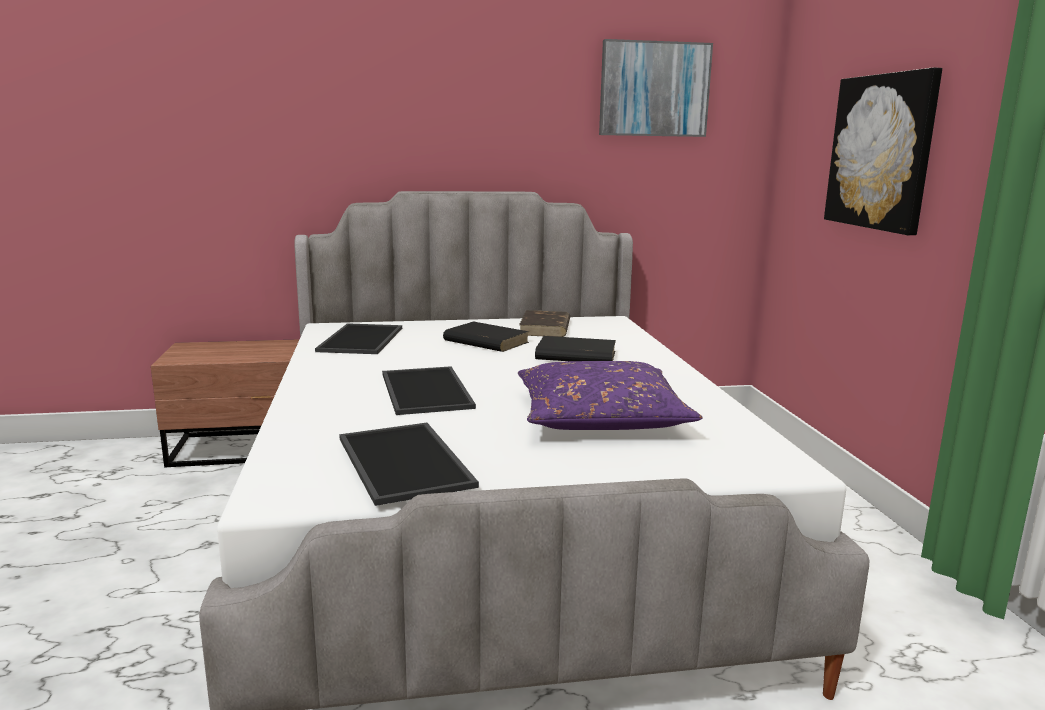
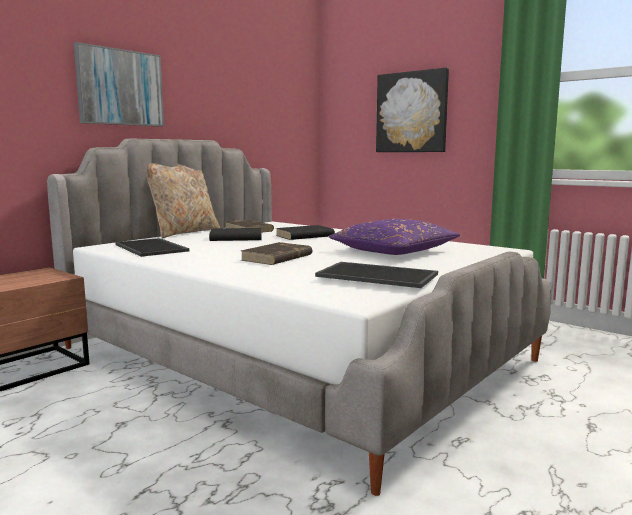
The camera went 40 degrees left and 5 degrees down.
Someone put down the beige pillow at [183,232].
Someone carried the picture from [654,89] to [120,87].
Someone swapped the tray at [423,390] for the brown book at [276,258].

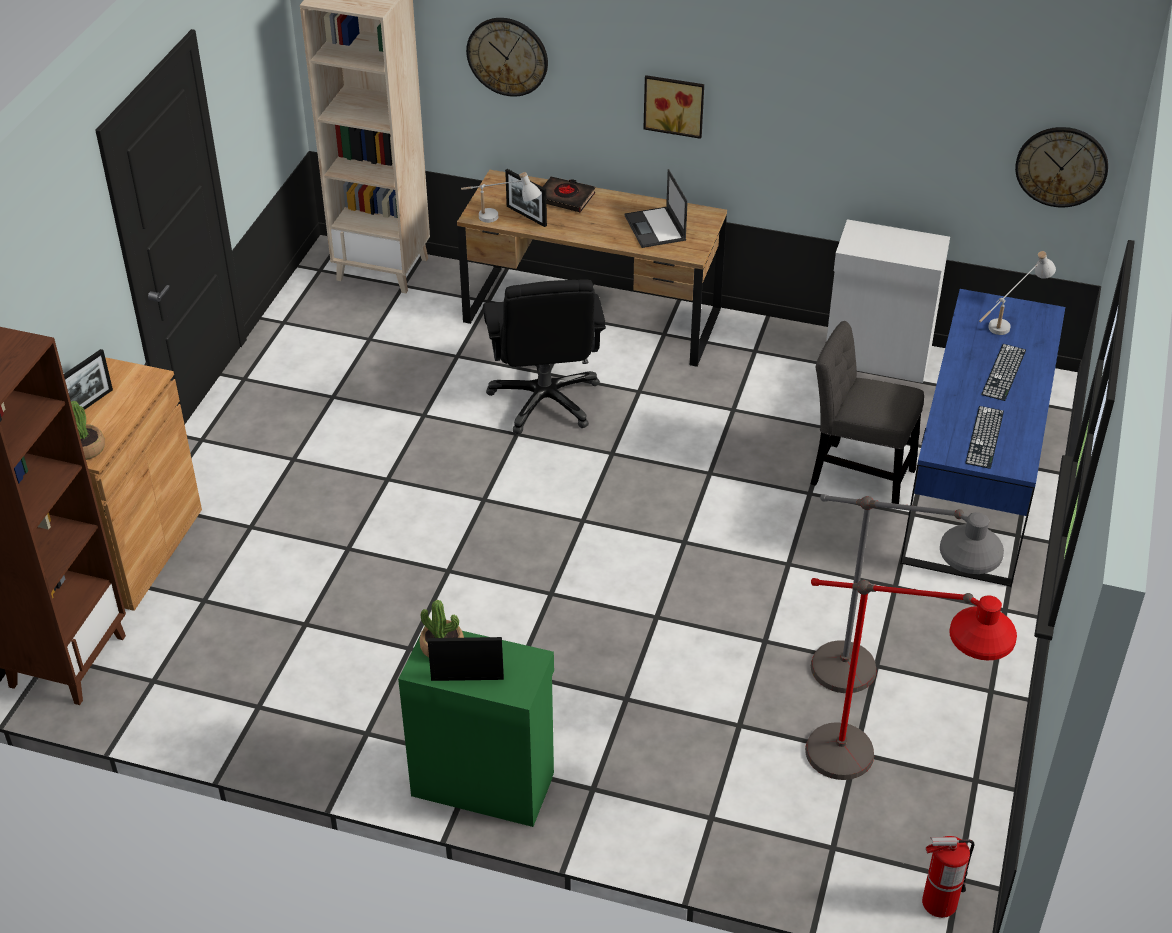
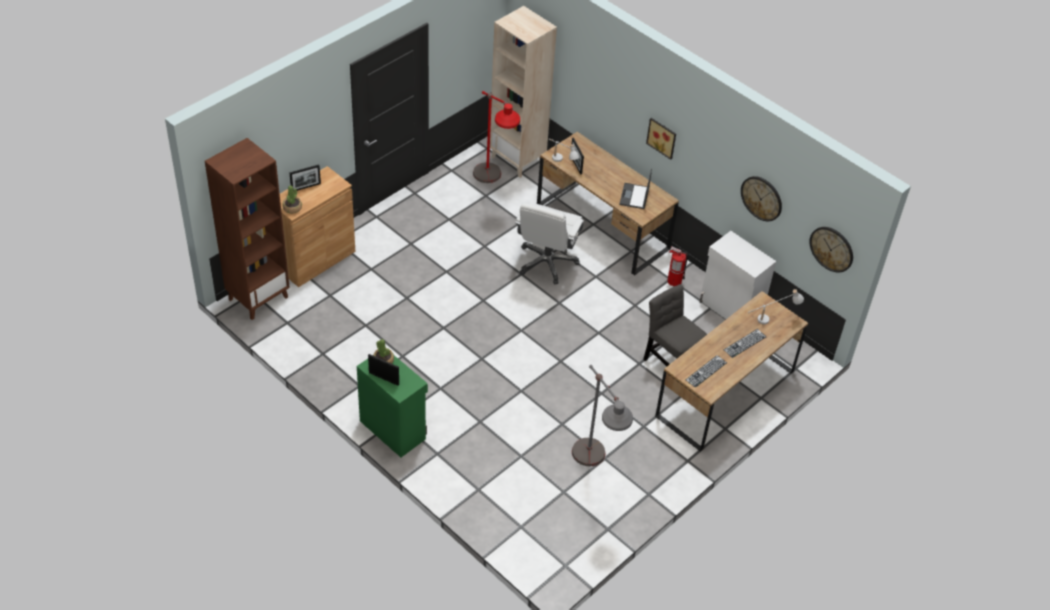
The camera went 25 degrees right and 5 degrees up.
Someone took away the black book at [565,198].
Someone carried the wall clock from [507,56] to [761,198].
Someone carried the red floor lamp from [879,779] to [493,186].
Someone carried the fire extinguisher from [939,903] to [674,281].
Someone repainted the black office chair at [545,400], which became the white office chair at [547,262].
Someone repainted the blue desk at [973,483], which became the brown desk at [725,393].

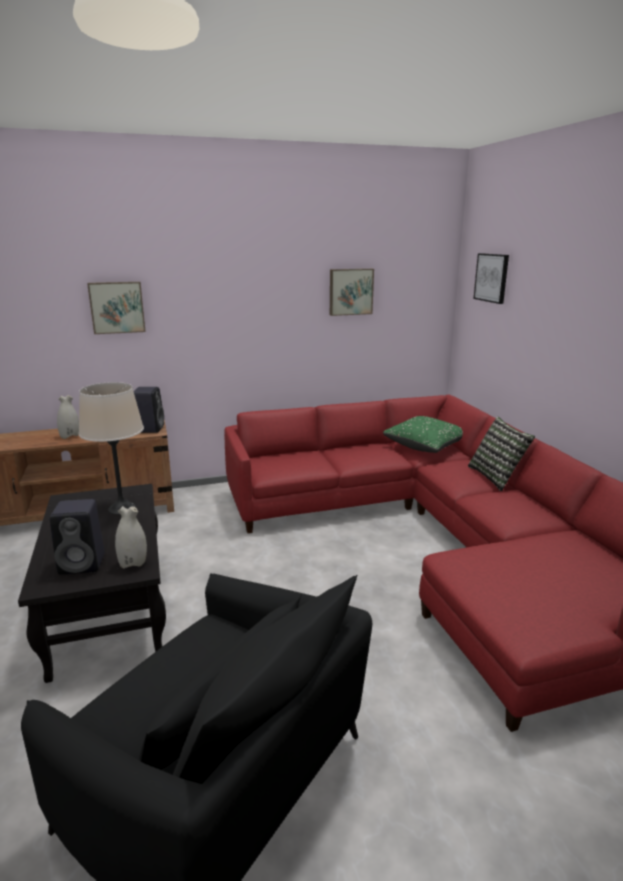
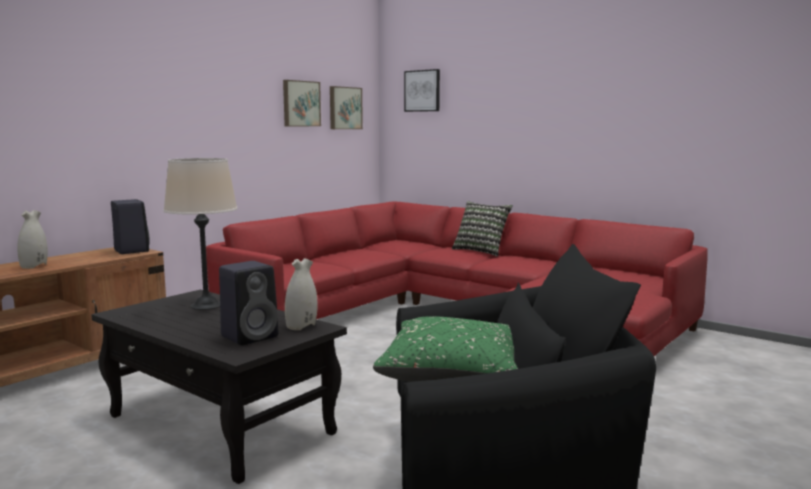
The camera went 35 degrees left and 10 degrees down.
Someone carried the picture from [117,307] to [344,108].
Someone carried the green pillow from [427,445] to [453,375].

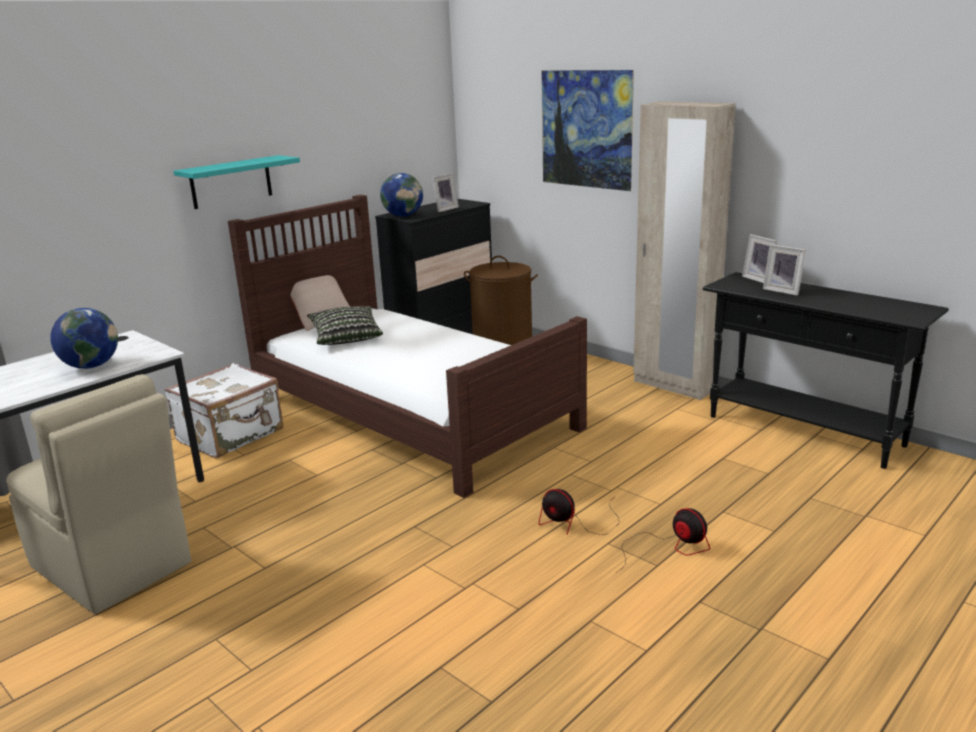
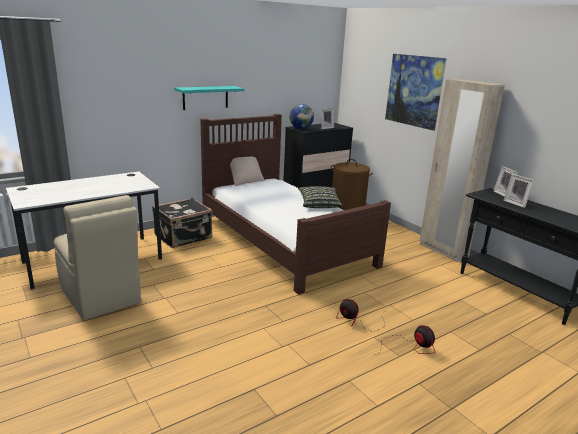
The camera went 10 degrees right and 0 degrees up.
Someone took away the globe at [91,366].
Someone carried the pillow from [346,337] to [319,204].
Someone repainted the white suitcase at [232,436], which became the black suitcase at [184,237].

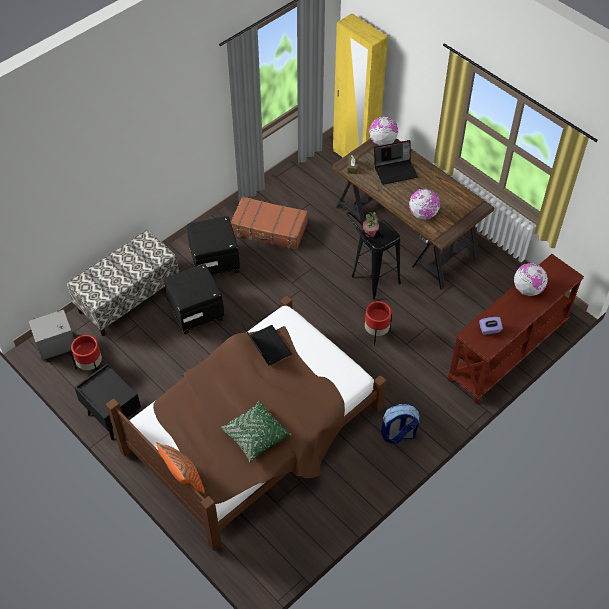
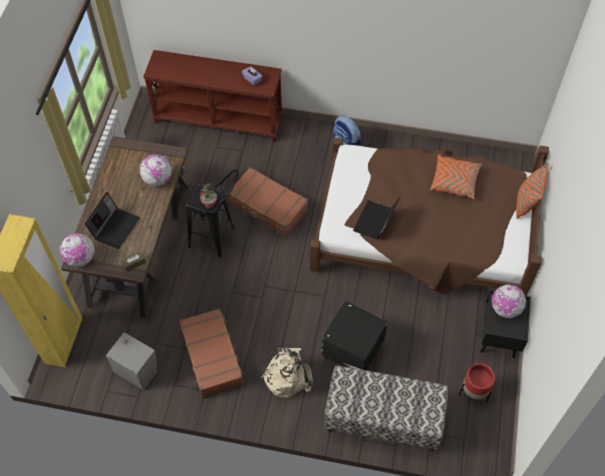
The camera went 125 degrees left and 5 degrees up.
Someone carried the grey speaker from [58,347] to [136,369].
Someone carried the globe from [527,289] to [505,309].
Someone swapped the black ottoman at [214,263] for the beige backpack at [287,375].
Someone swapped the red planter at [376,333] for the brown suitcase at [268,207].
Someone repainted the green pillow at [255,436], which became the orange pillow at [454,181].
Someone rotated the laptop at [395,170] by 75 degrees clockwise.

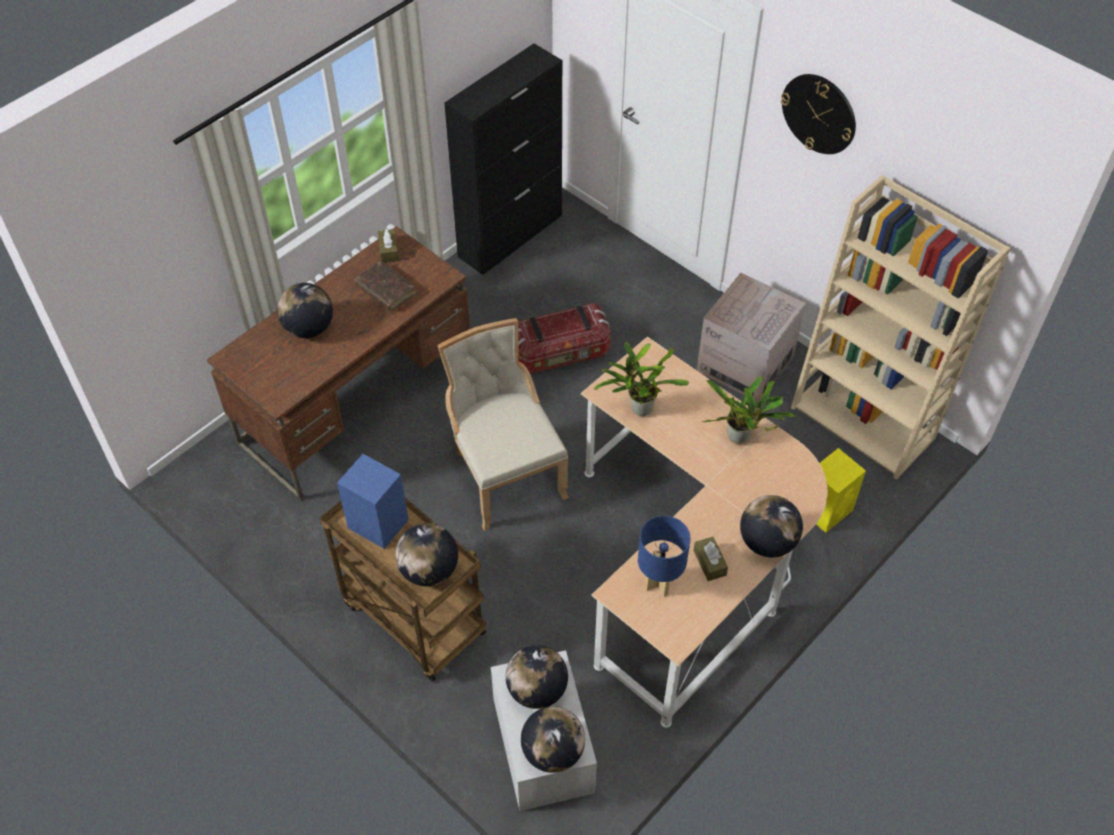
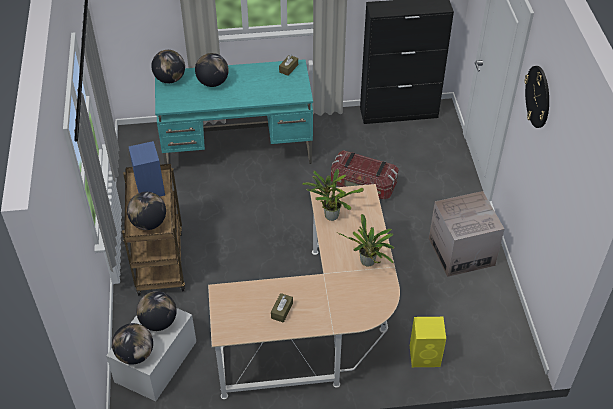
The camera went 40 degrees right and 5 degrees down.
Someone took away the brown book at [386,290].
Someone took away the beige chair at [505,473].
Someone took away the blue table lamp at [659,583].
Someone took away the beige bookcase at [864,423].
Someone carried the globe from [767,542] to [170,79].
Someone repainted the brown desk at [358,403], which became the turquoise desk at [238,148].

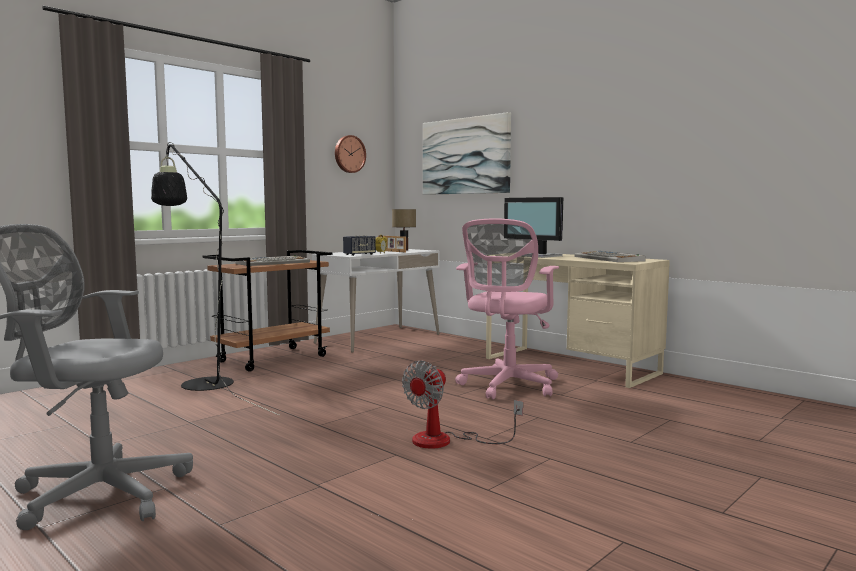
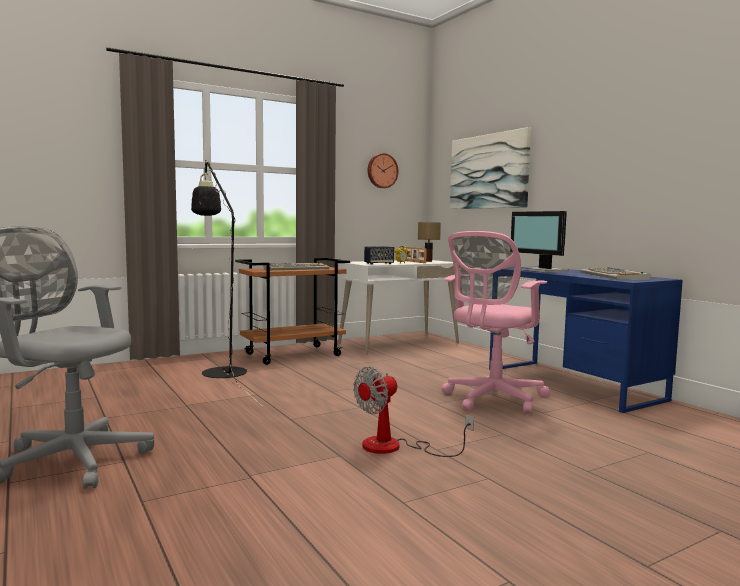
The camera went 15 degrees right and 0 degrees up.
Someone repainted the beige desk at [570,366], which became the blue desk at [572,384].

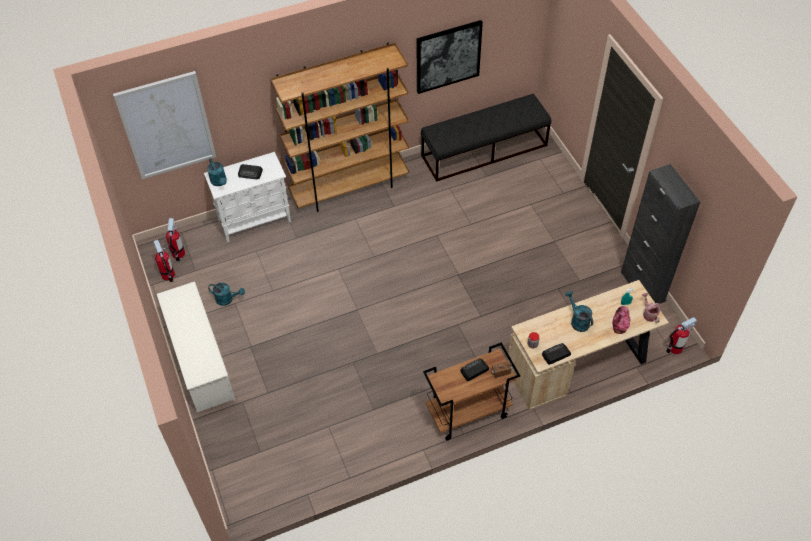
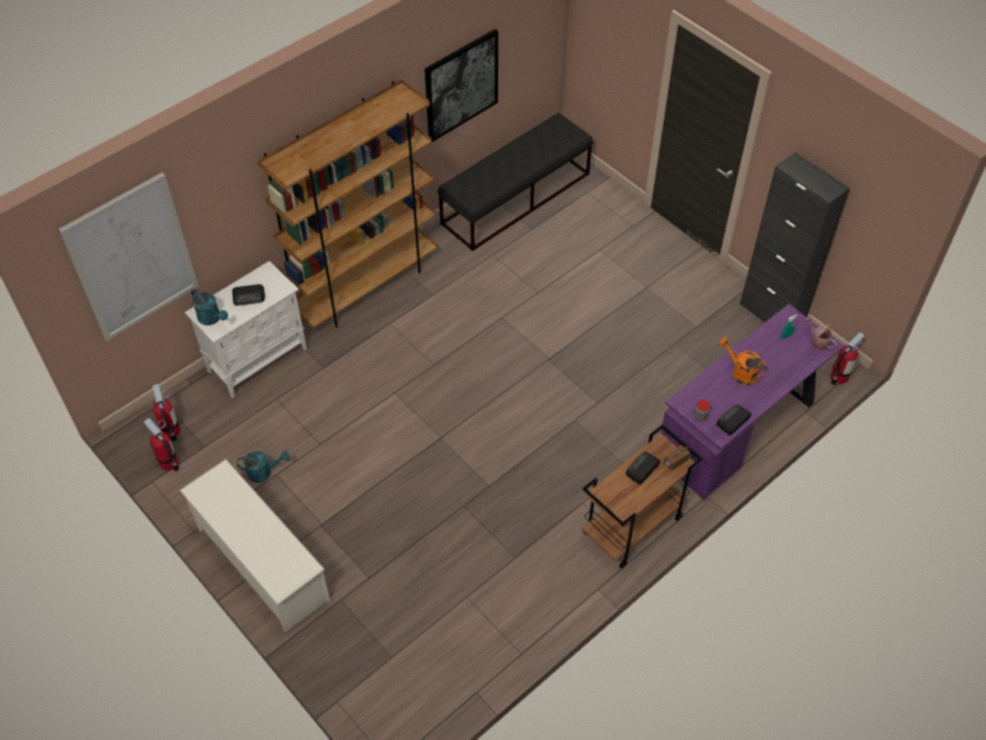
The camera went 20 degrees left and 0 degrees up.
Someone took away the cap at [621,321].
Someone repainted the beige desk at [579,365], which became the purple desk at [740,429].
Someone repainted the turquoise watering can at [577,320], which became the orange watering can at [740,372].

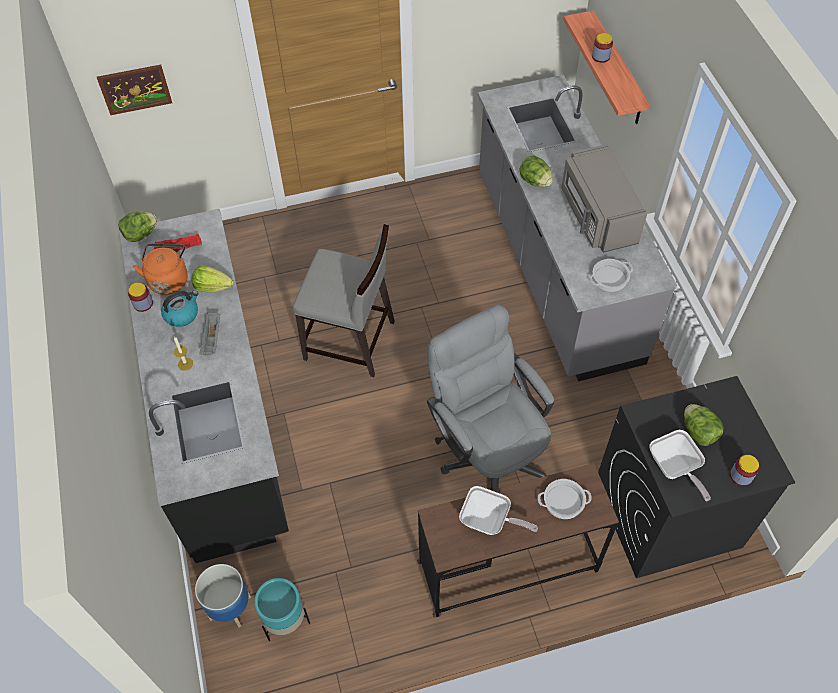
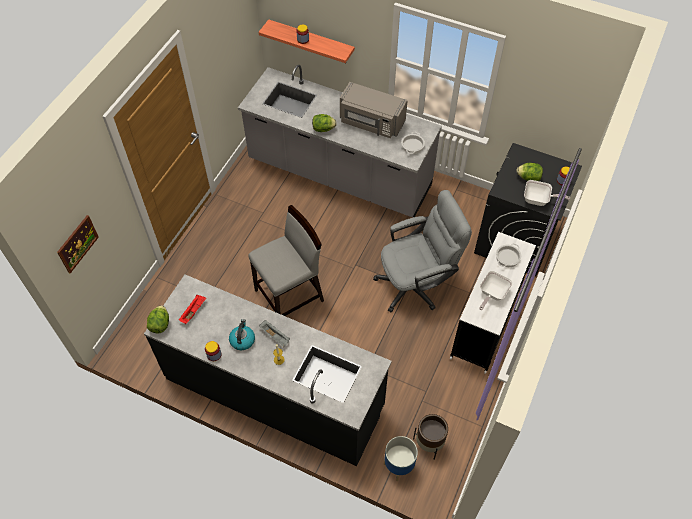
The camera went 50 degrees left and 0 degrees up.
Someone took away the orange kettle at [168,279].
Someone took away the lettuce at [212,286].
Someone repainted the turquoise planter at [285,620], which became the brown planter at [429,444].
Someone repainted the brown desk at [508,566], which became the white desk at [486,322].
Someone rotated the grey office chair at [487,451] by 150 degrees clockwise.
Someone rotated the frying pan at [489,521] by 150 degrees clockwise.

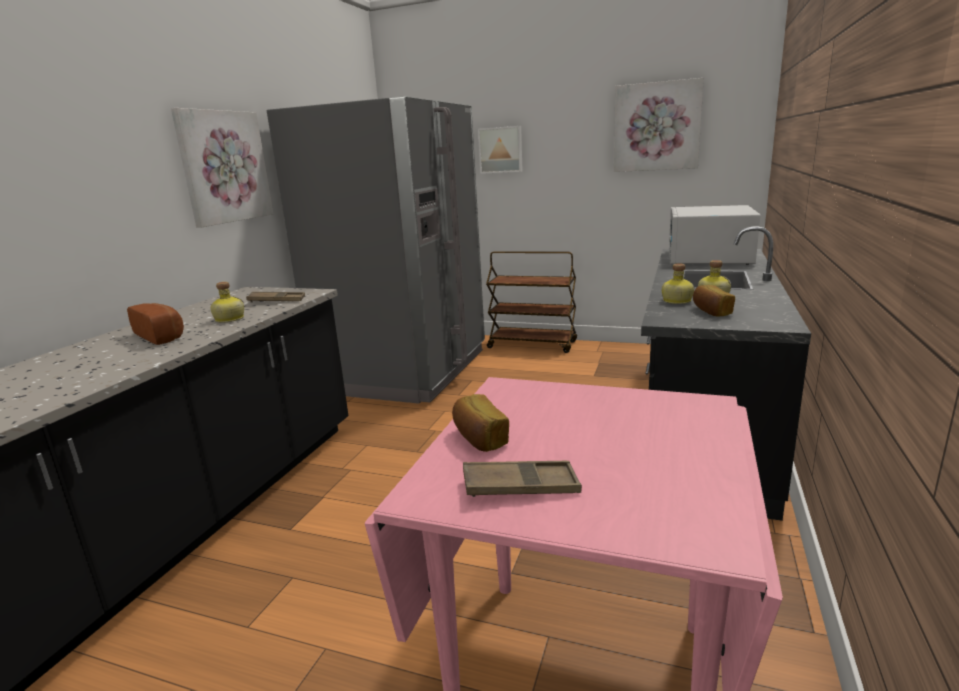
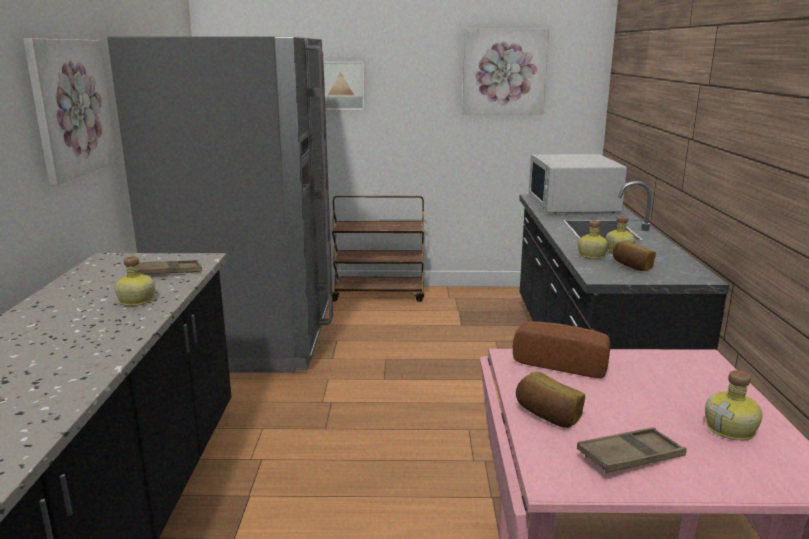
The camera went 20 degrees left and 0 degrees up.
Someone put down the bottle at [731,429].
Someone carried the bread from [162,336] to [561,363].

